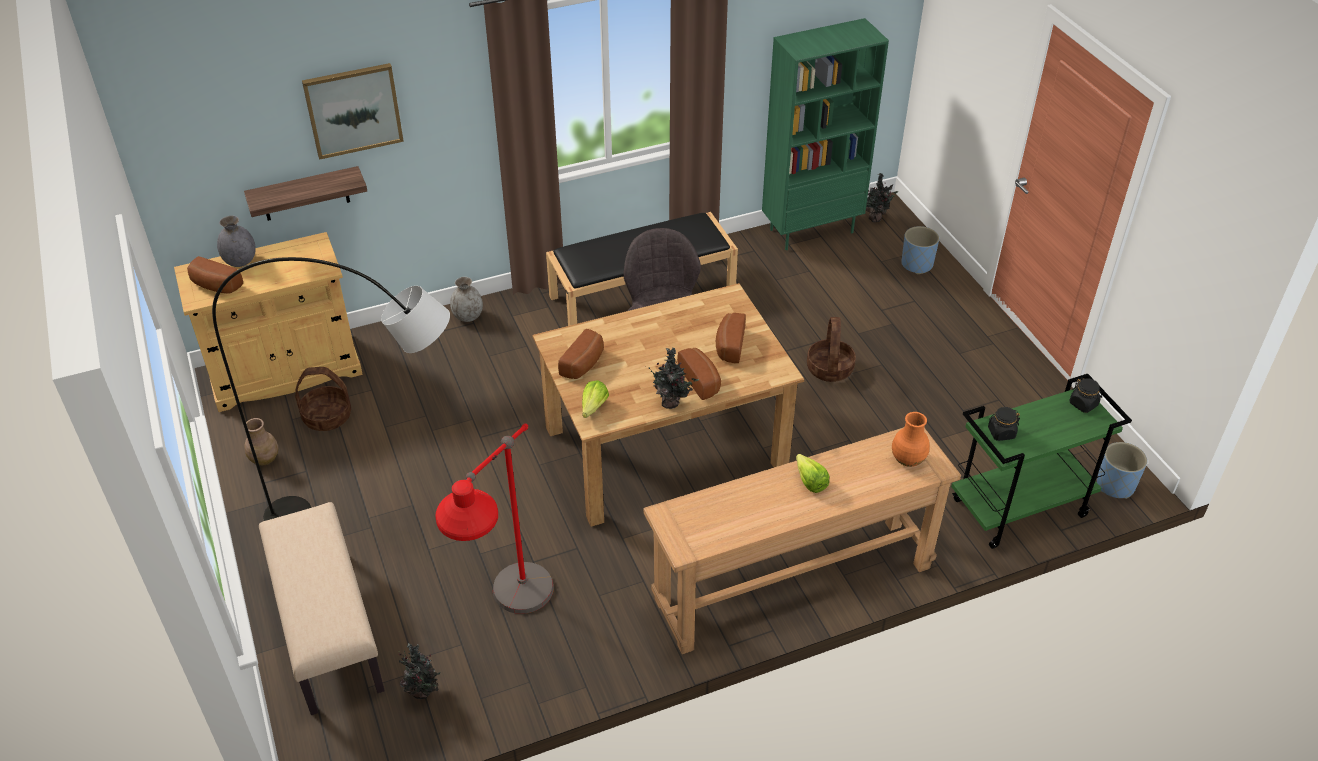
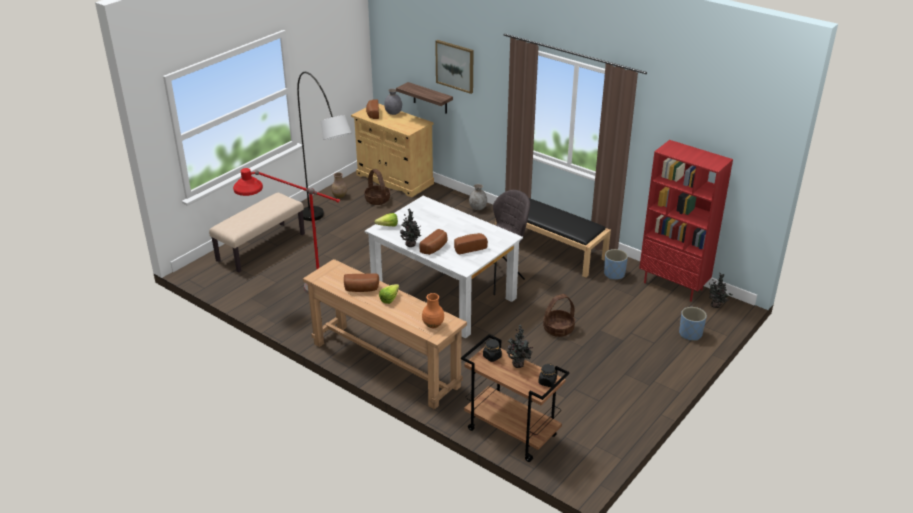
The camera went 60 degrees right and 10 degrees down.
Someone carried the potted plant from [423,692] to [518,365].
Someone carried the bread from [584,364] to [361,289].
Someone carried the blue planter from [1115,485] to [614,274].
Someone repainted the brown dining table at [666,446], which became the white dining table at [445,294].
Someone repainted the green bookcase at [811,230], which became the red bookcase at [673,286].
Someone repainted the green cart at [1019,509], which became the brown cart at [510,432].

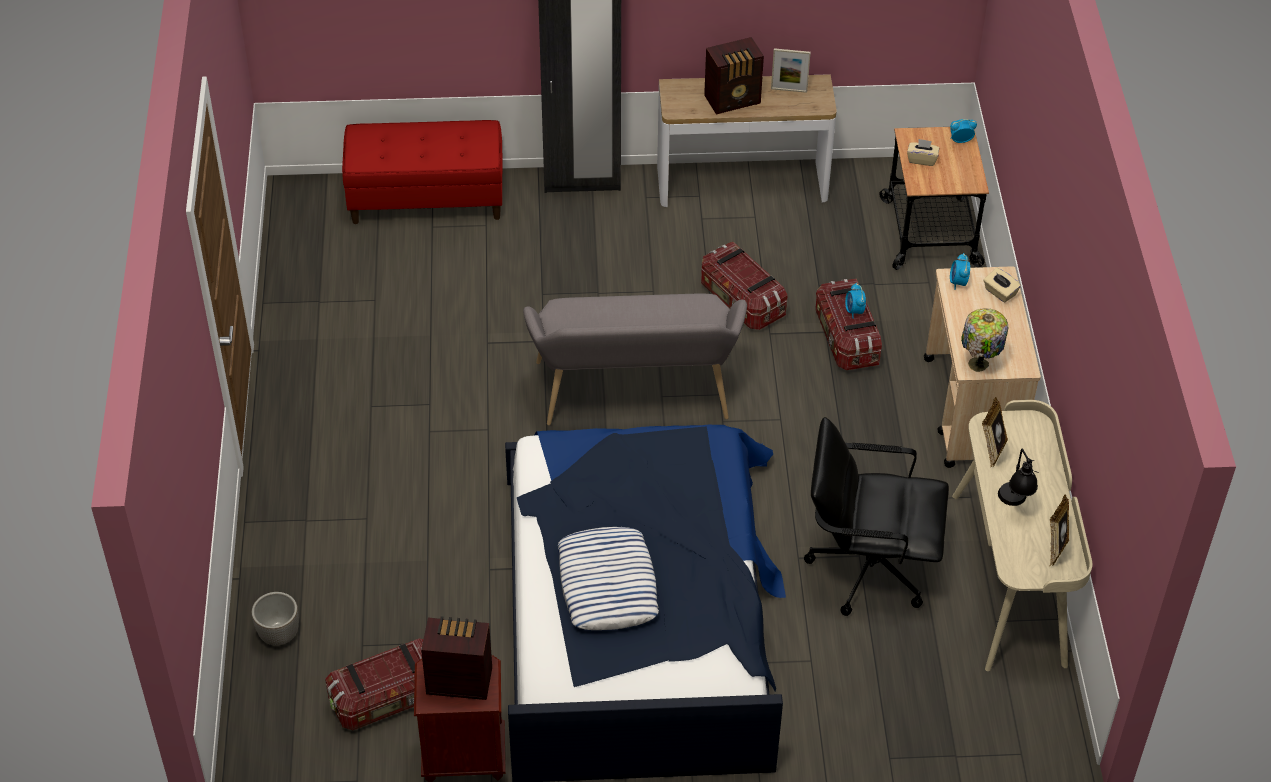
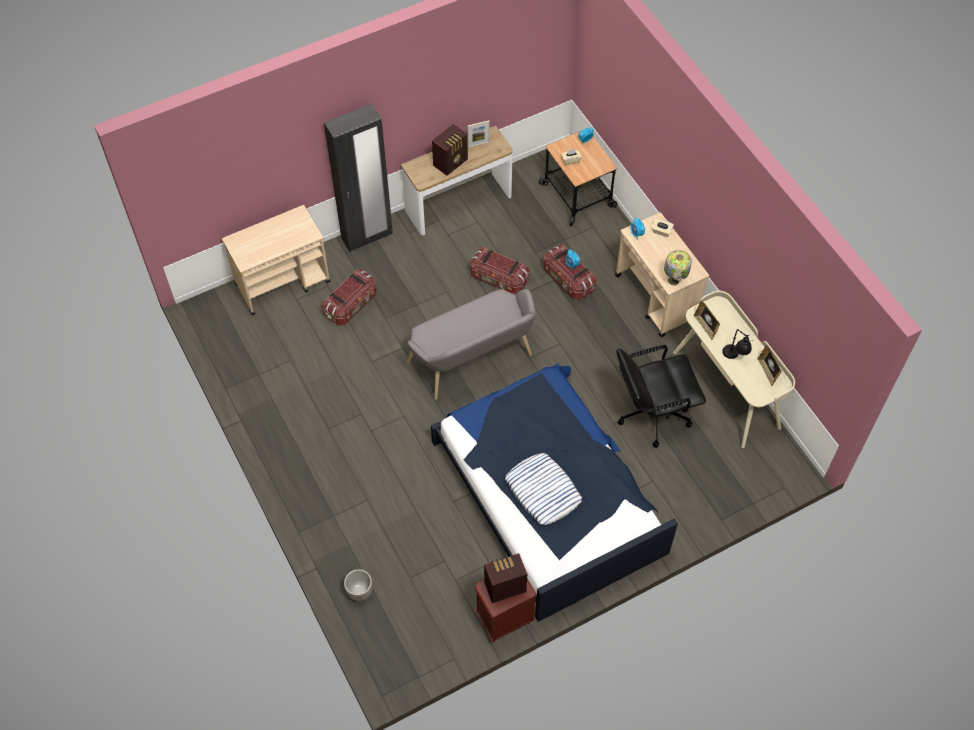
The camera went 25 degrees left and 10 degrees up.
Someone carried the storage box from [387,699] to [351,305].
Someone swapped the red bench at [427,199] for the beige cart at [283,282].

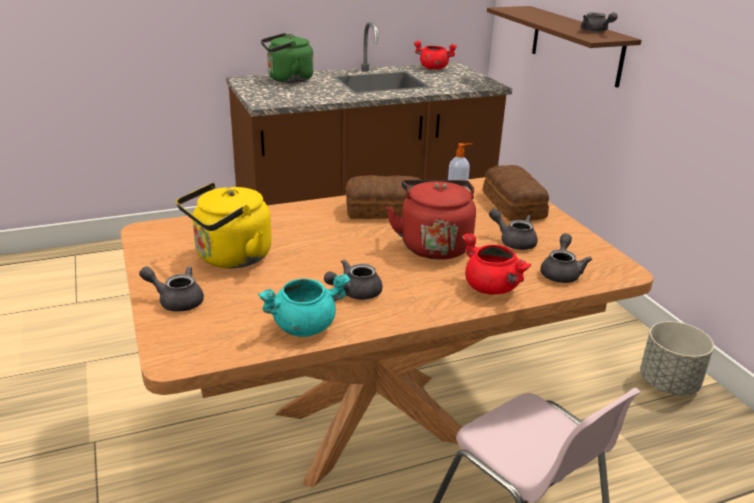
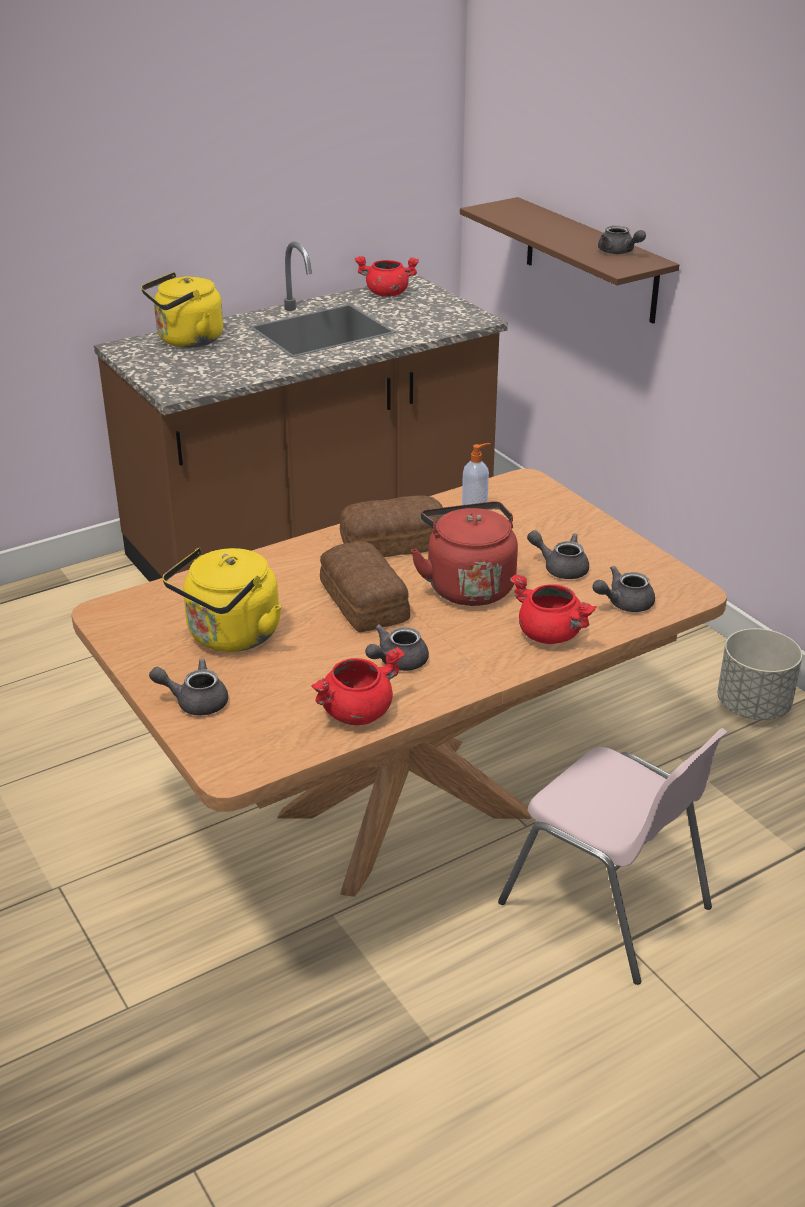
The camera went 10 degrees left and 5 degrees up.
Someone carried the bread from [512,206] to [363,603].
Someone repainted the turquoise cooking pot at [304,326], which became the red cooking pot at [356,712].
Someone repainted the green kettle at [287,79], which became the yellow kettle at [186,341].
Someone rotated the grey teapot at [561,272] by 120 degrees counterclockwise.

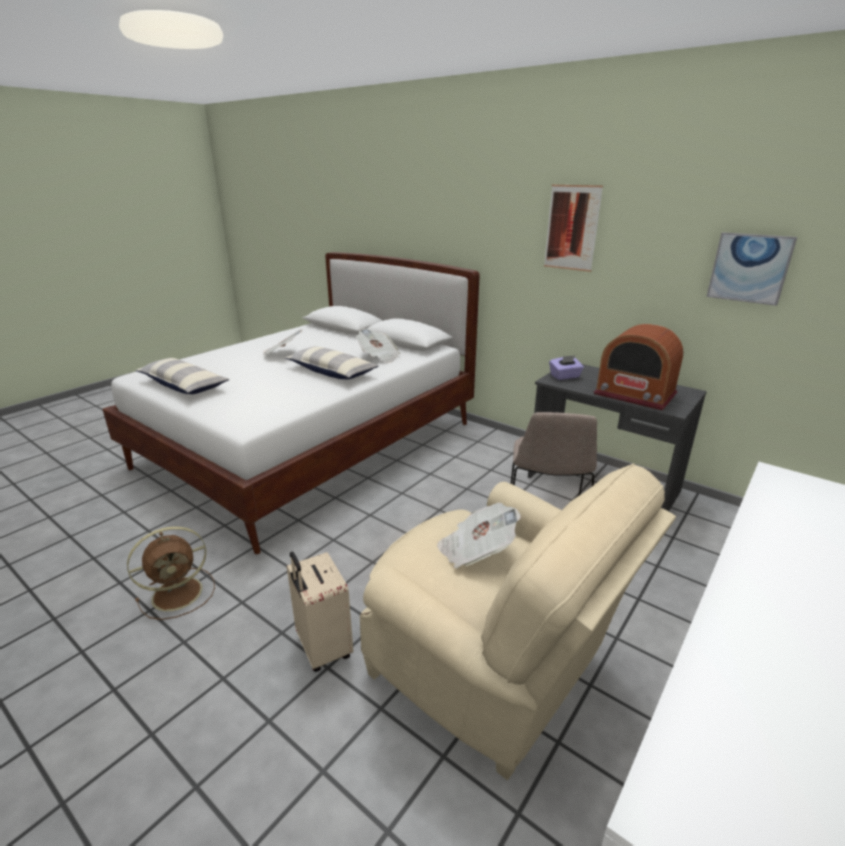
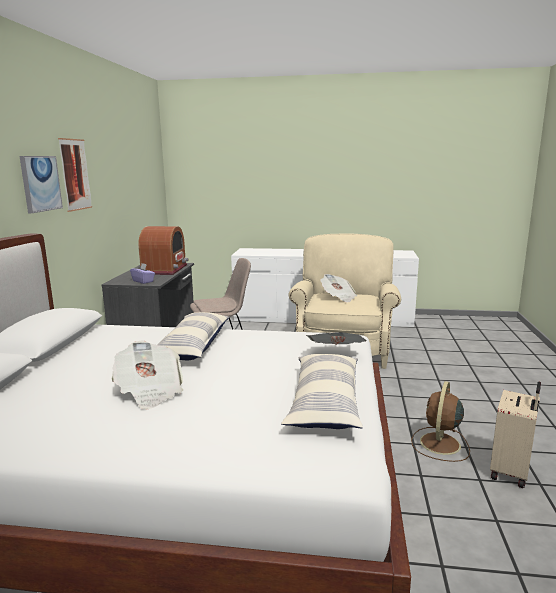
The camera went 120 degrees left and 10 degrees down.
Someone carried the beige suitcase from [322,648] to [511,472].
Someone carried the newspaper from [379,357] to [336,354].
Someone carried the picture from [749,268] to [40,183].
Someone rotated the brown fan at [179,593] by 90 degrees counterclockwise.

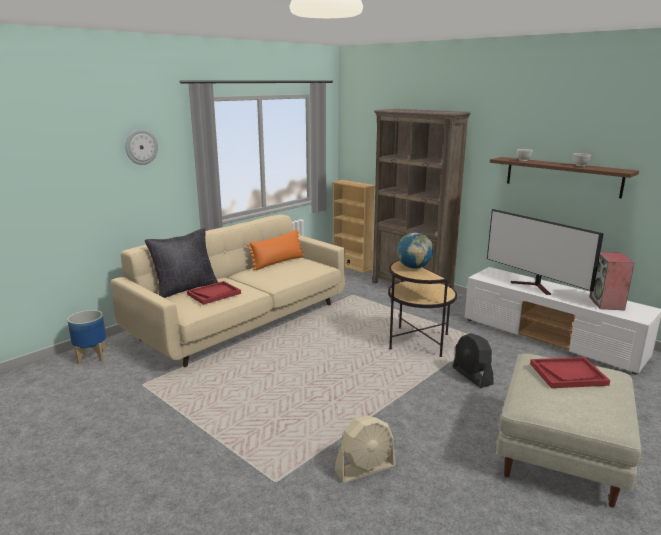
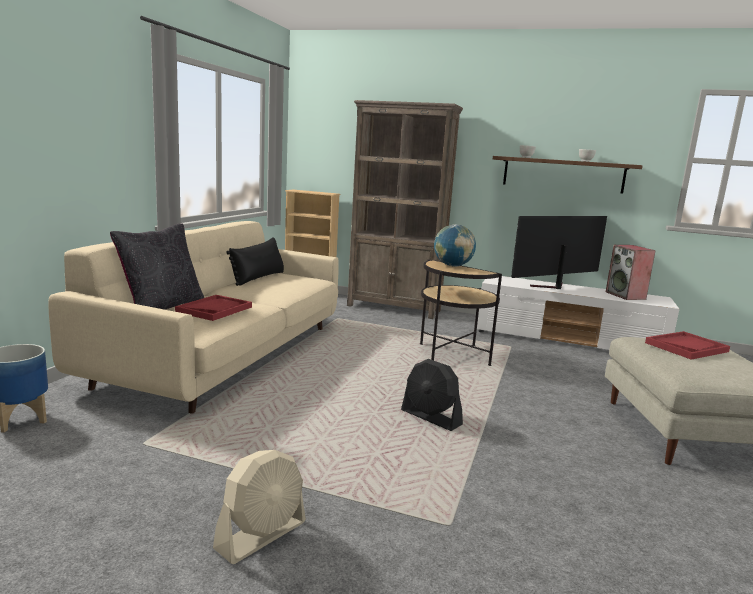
The camera went 25 degrees left and 5 degrees down.
Someone took away the wall clock at [141,147].
Someone carried the beige fan from [365,468] to [261,535].
Someone carried the black fan from [472,376] to [431,418].
Someone repainted the orange pillow at [278,262], which became the black pillow at [258,278].
Someone rotated the television at [535,287] by 120 degrees clockwise.

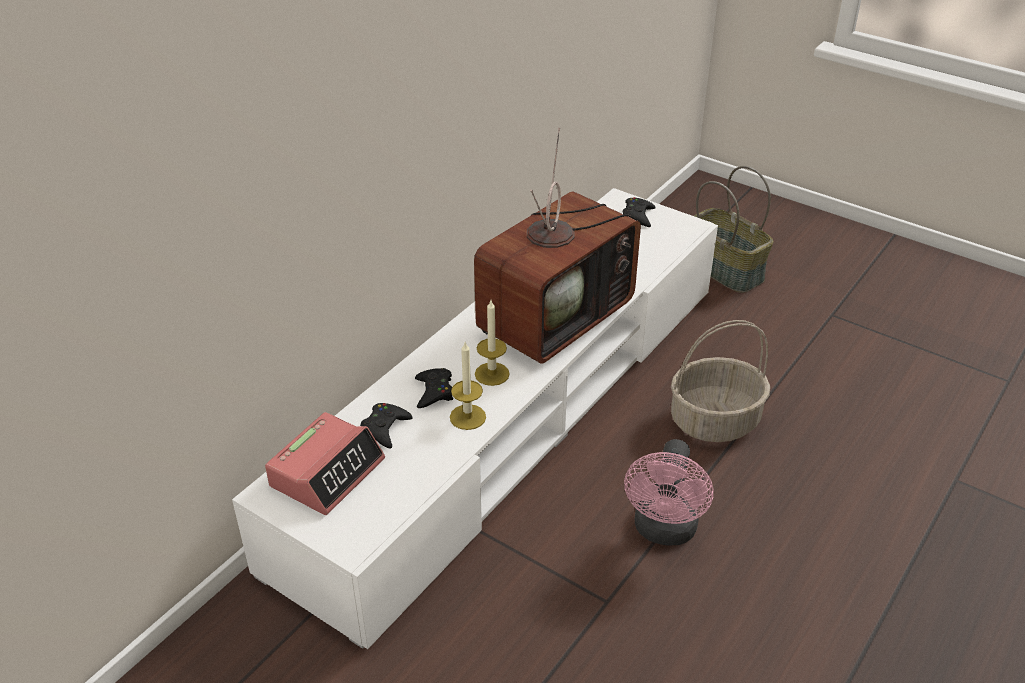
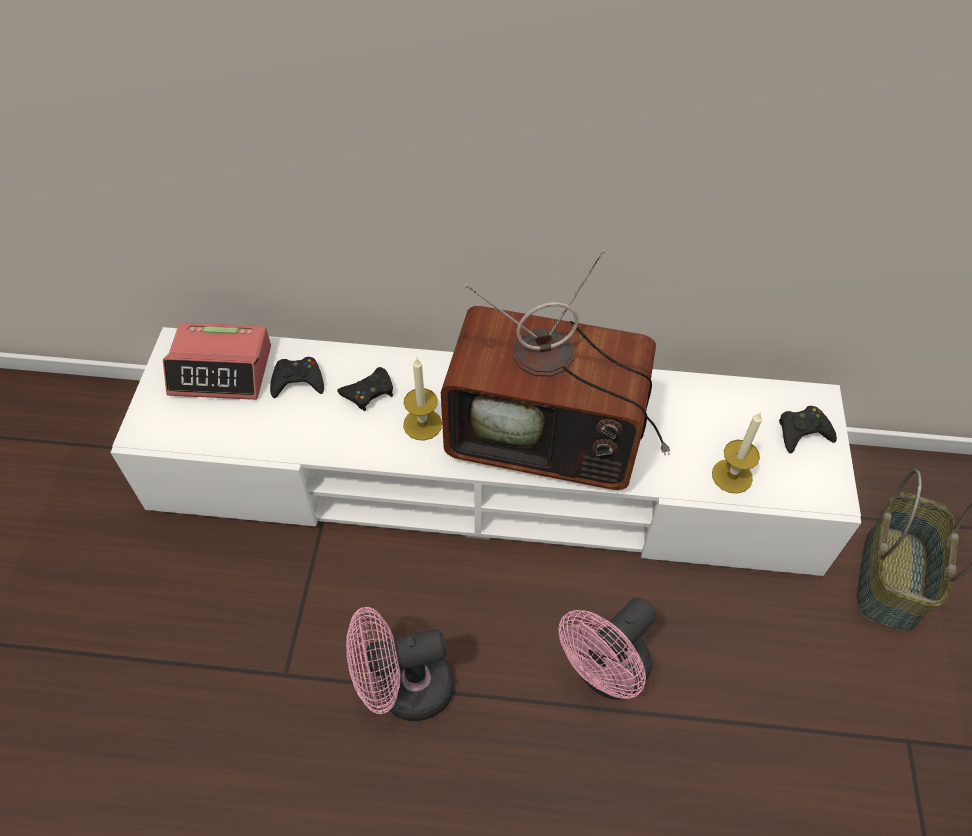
The camera went 60 degrees right and 15 degrees up.
Someone carried the candle from [467,417] to [732,476].
Someone swapped the basket at [715,420] for the pink fan at [605,674].

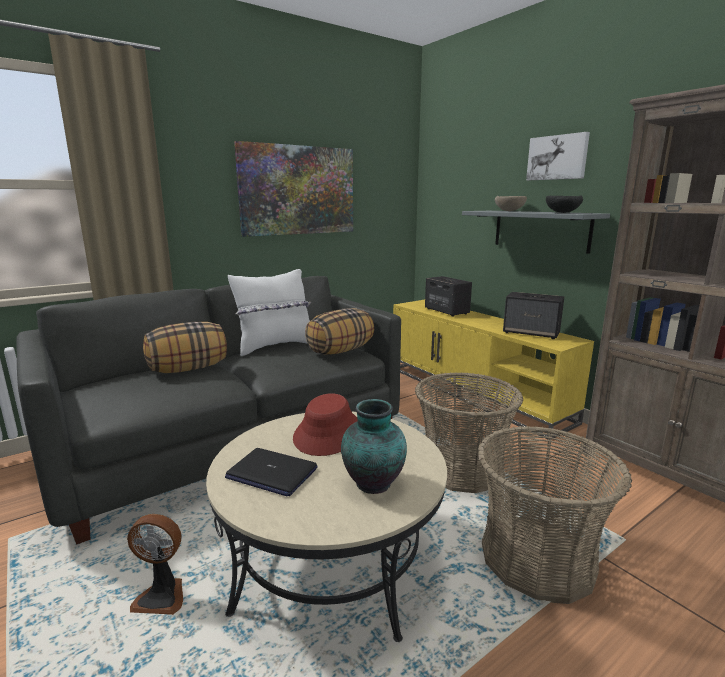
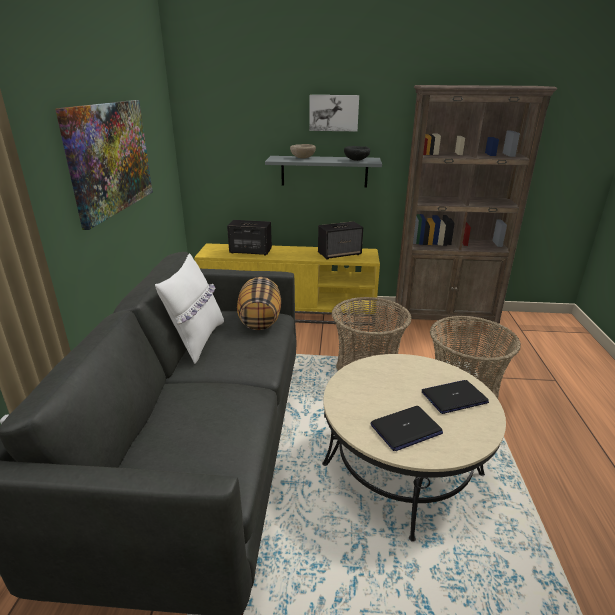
The camera went 50 degrees left and 10 degrees up.
Someone took away the fan at [162,596].
Someone took away the pillow at [189,369].
Someone took away the red hat at [328,434].
Someone swapped the vase at [373,484] for the laptop at [454,397].

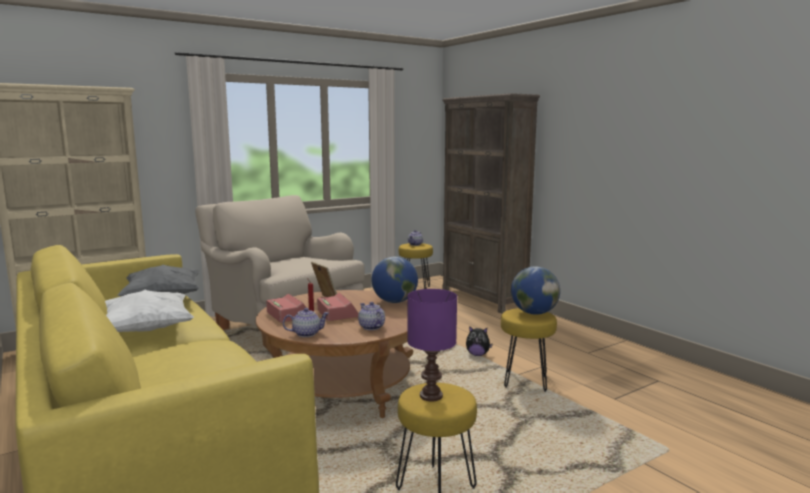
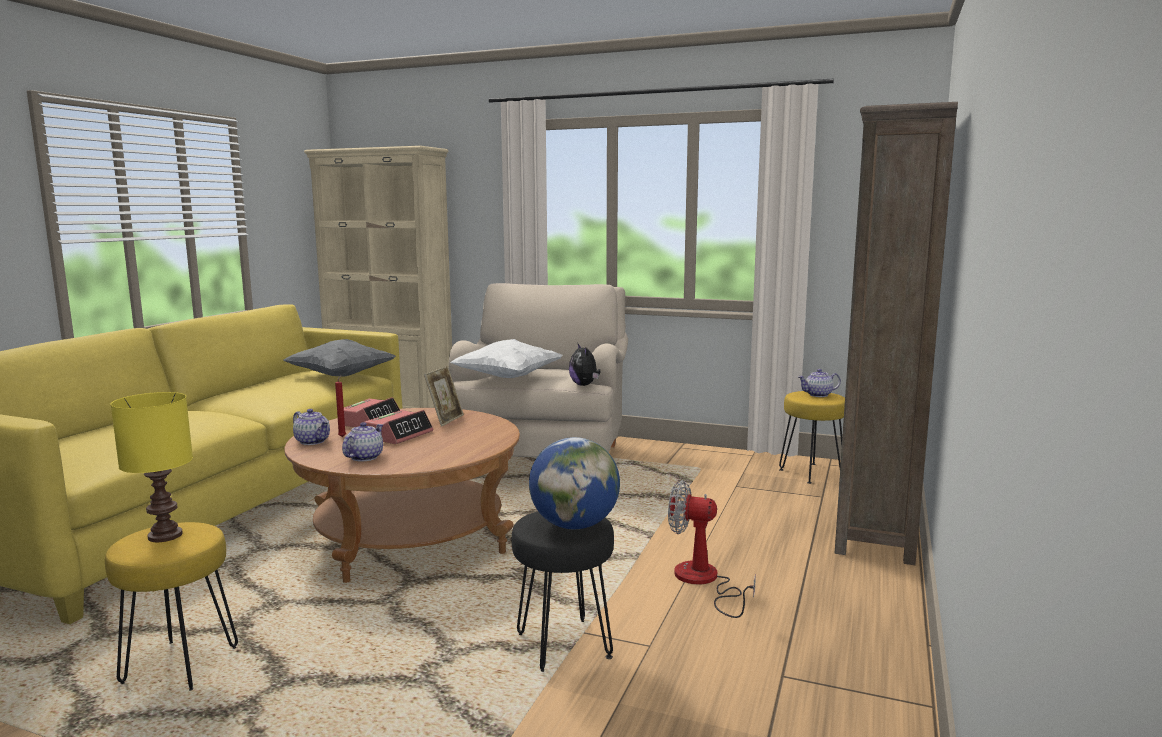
The camera went 55 degrees right and 0 degrees up.
Someone took away the globe at [394,302].
Someone put down the fan at [703,581].
Someone carried the white pillow from [146,330] to [507,378].
Someone carried the plush toy from [477,354] to [584,385].
Someone repainted the purple table lamp at [431,396], which became the yellow table lamp at [163,536].
Someone repainted the yellow stool at [525,381], which became the black stool at [564,645].

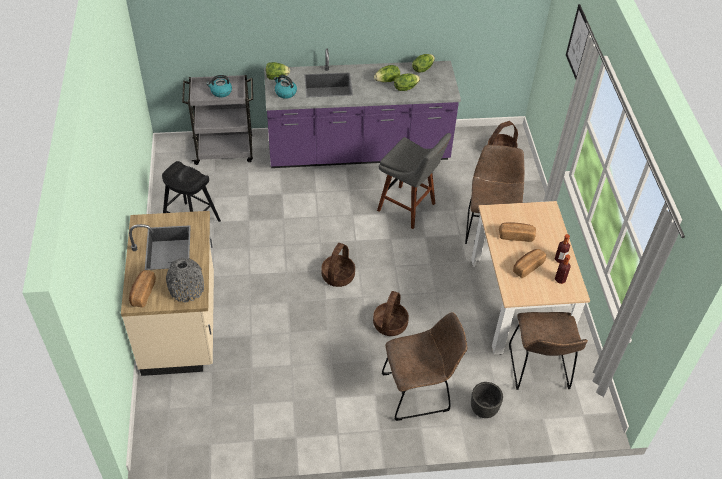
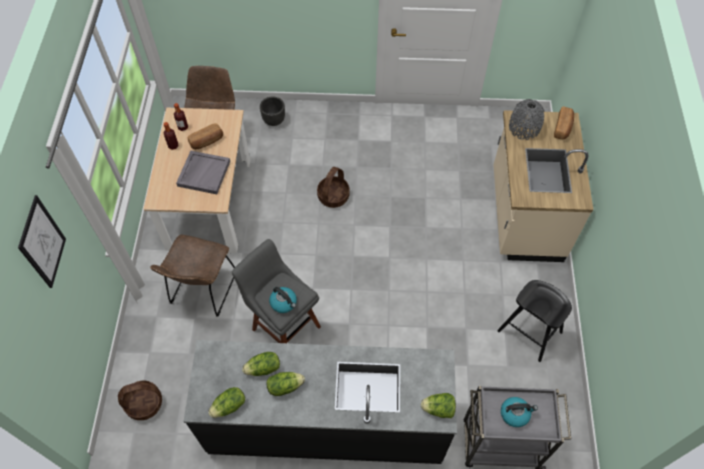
The camera went 170 degrees left and 10 degrees up.
Someone took away the basket at [338,275].
Someone took away the brown chair at [419,391].
Someone carried the kettle from [285,92] to [284,303].
Someone swapped the bread at [516,236] for the grey tray at [203,173].
Someone repainted the purple counter at [358,152], which became the black counter at [326,422].

